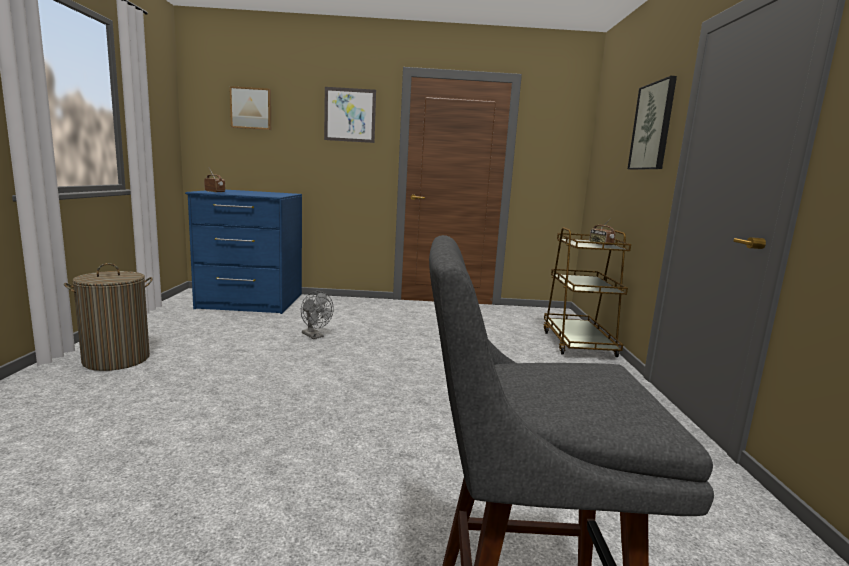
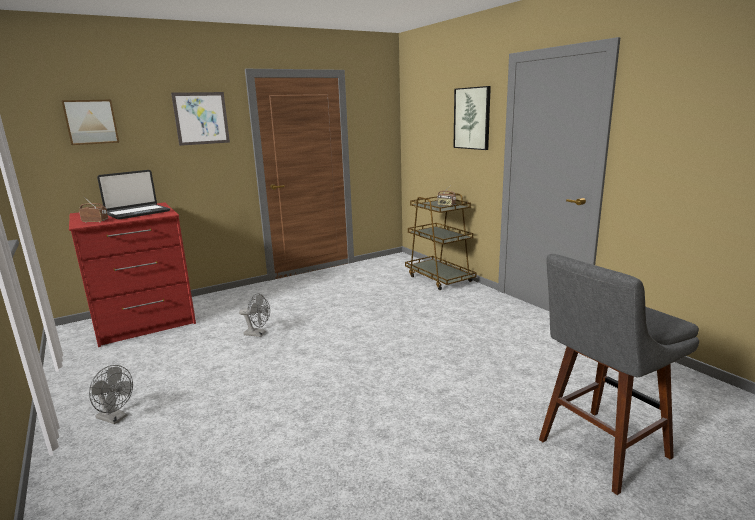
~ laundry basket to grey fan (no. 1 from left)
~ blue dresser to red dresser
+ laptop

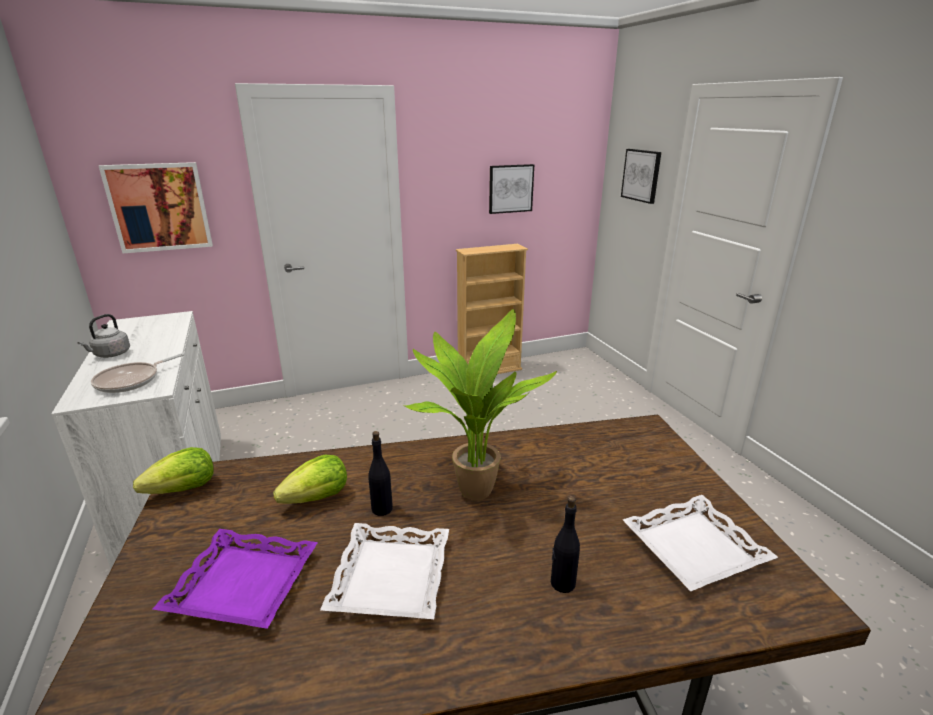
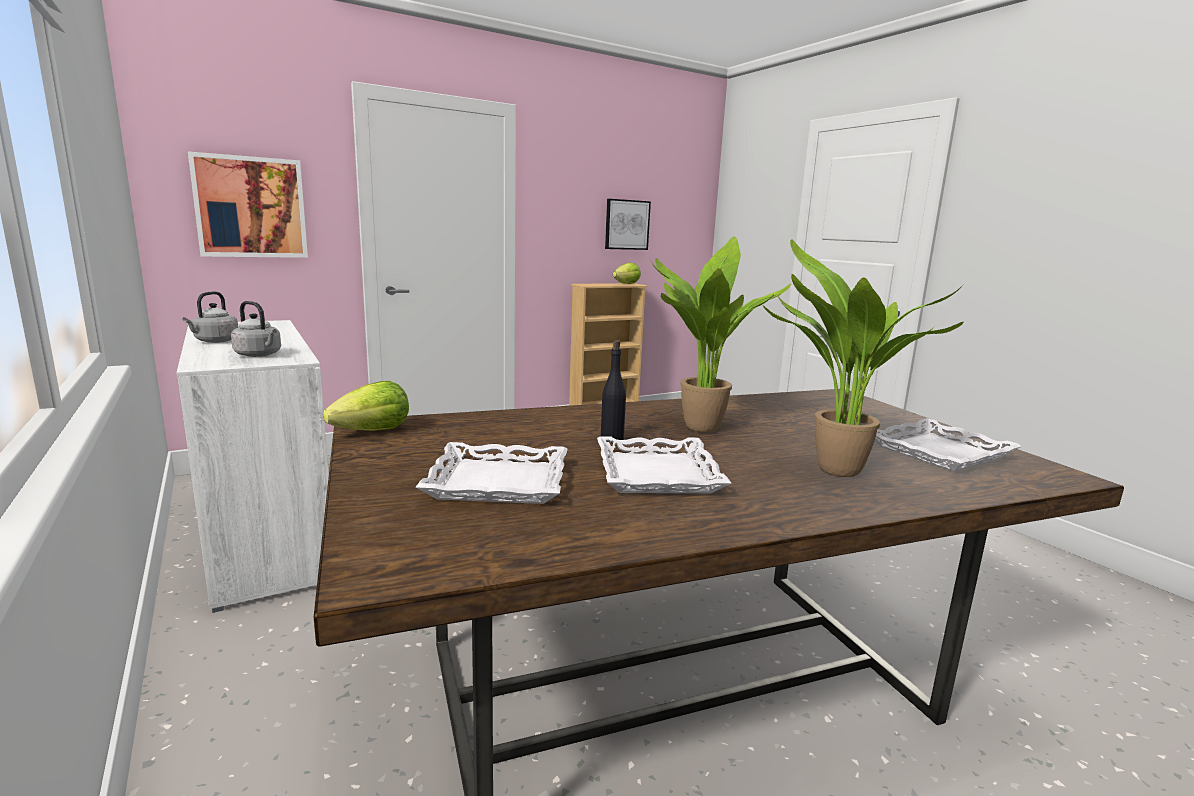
~ frying pan to grey kettle (no. 2 from left)
~ purple tray to white tray (no. 1 from left)
~ lettuce (no. 2 from left)
~ black bottle (no. 2 from left) to potted plant (no. 2 from left)
- picture (no. 3 from left)

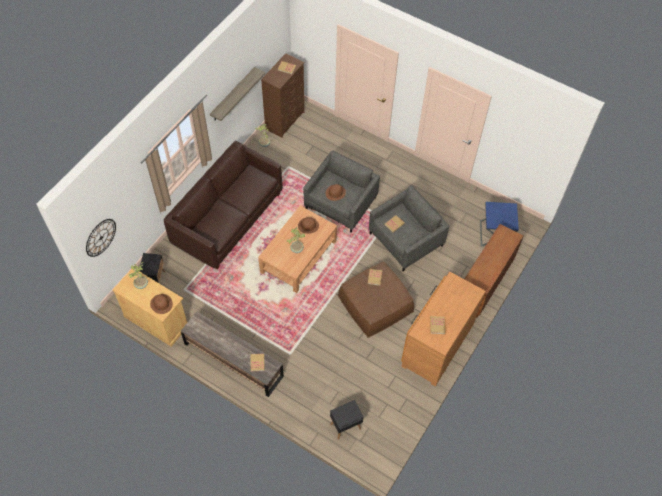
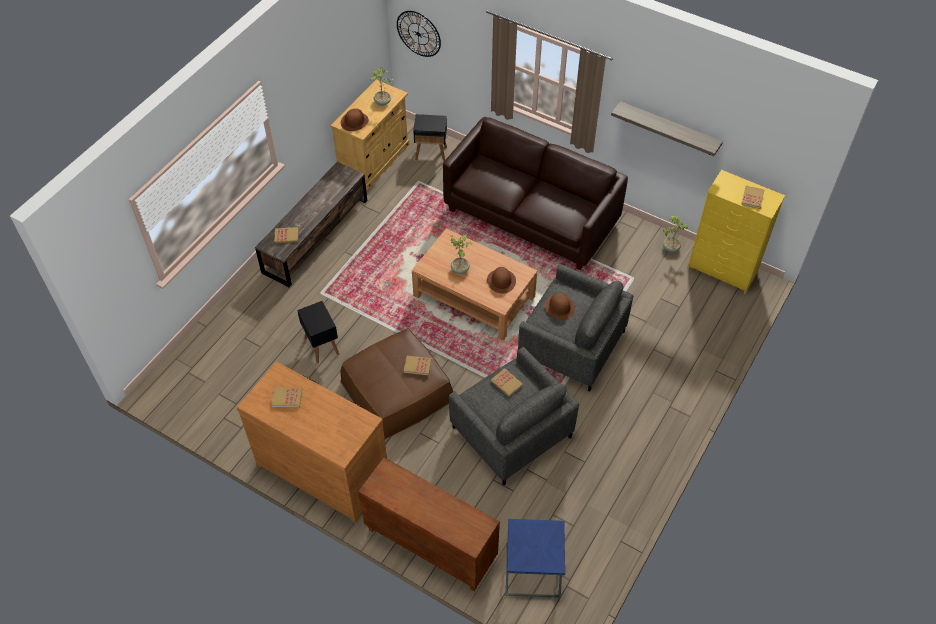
~ brown dresser (no. 1 from left) to yellow dresser
~ black side table (no. 2 from left in the first image) to black side table (no. 1 from left)

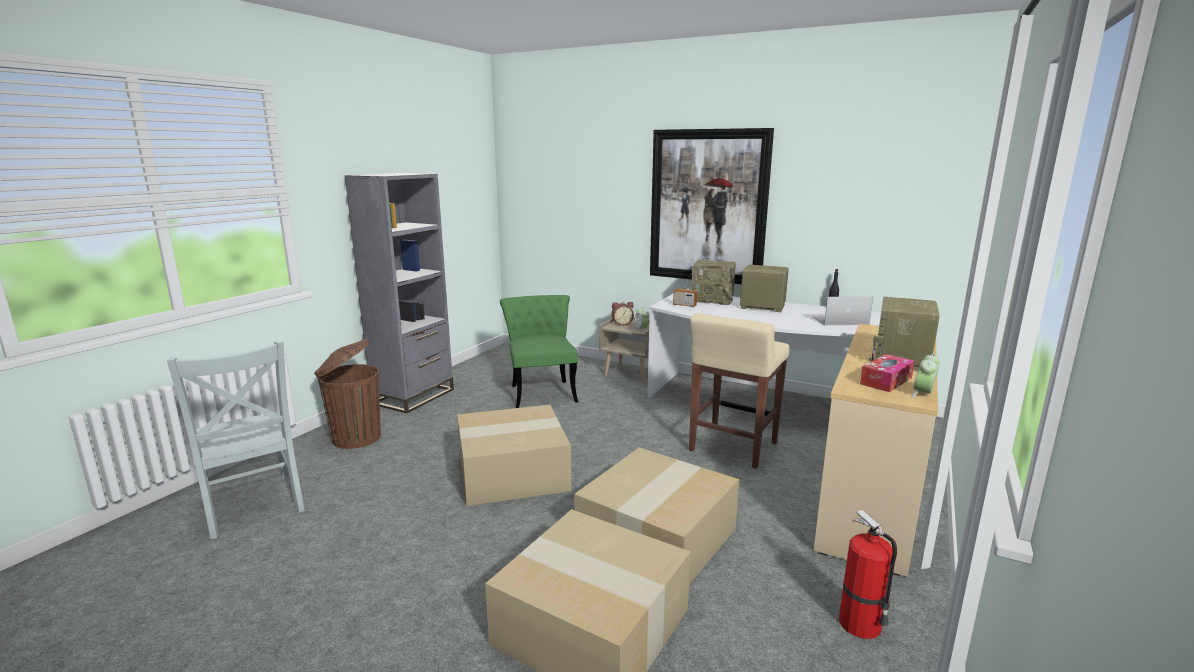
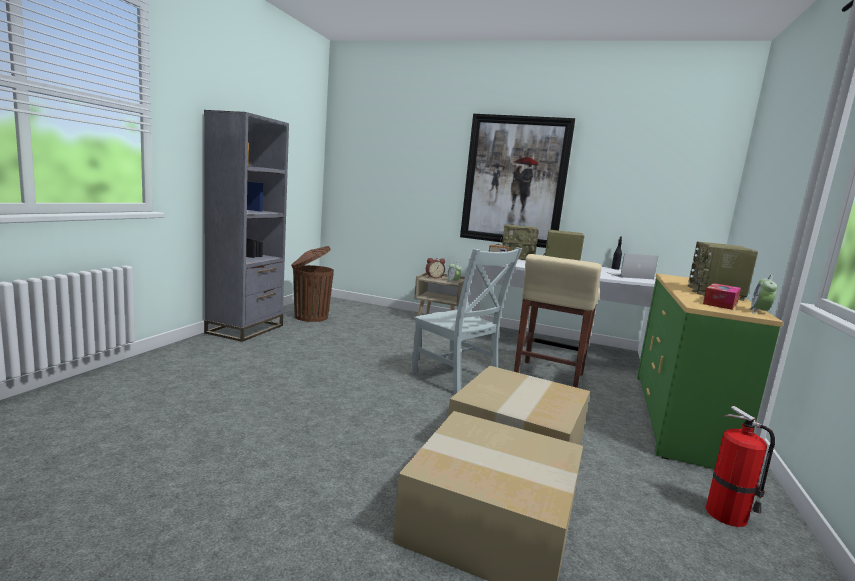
~ grey chair
~ brown trash can
- cardboard box (no. 1 from left)
- green chair
~ beige dresser to green dresser

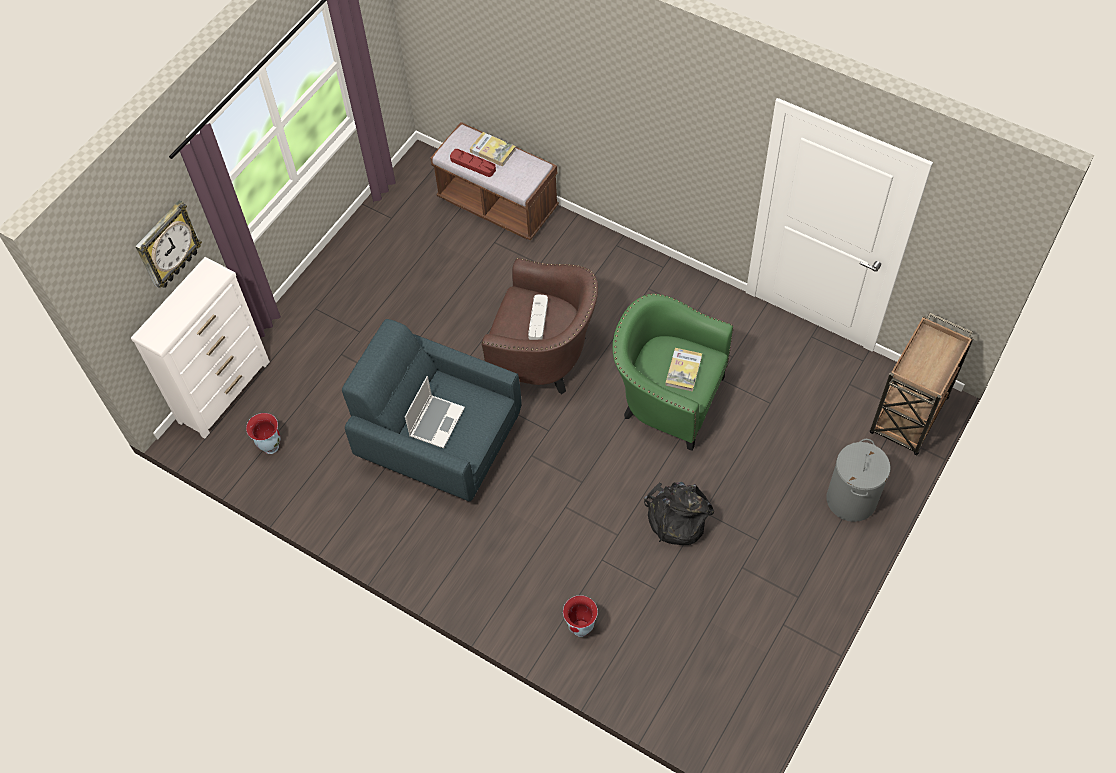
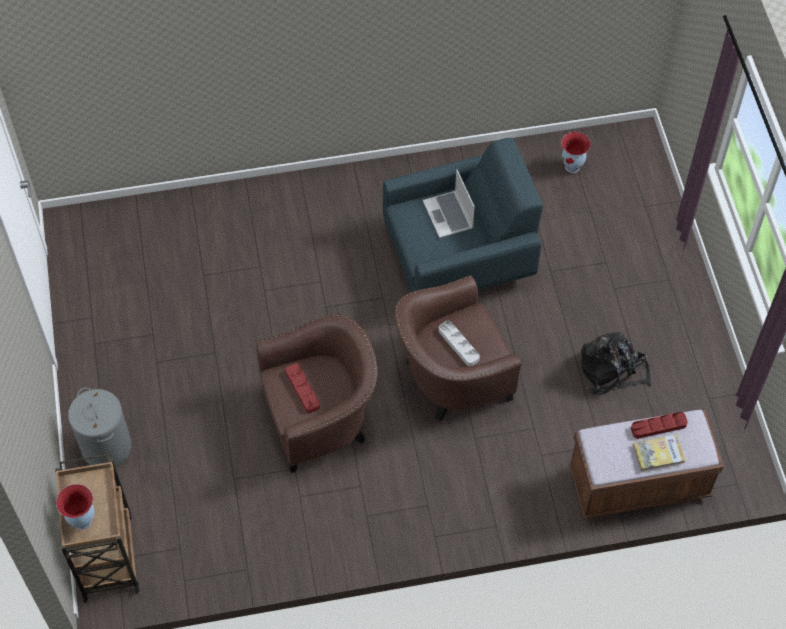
- white dresser
- wall clock
~ vase (no. 2 from left in the first image) to vase (no. 1 from left)
~ green armchair to brown armchair (no. 1 from left)
~ black backpack
~ book (no. 2 from left) to red tray (no. 1 from left)

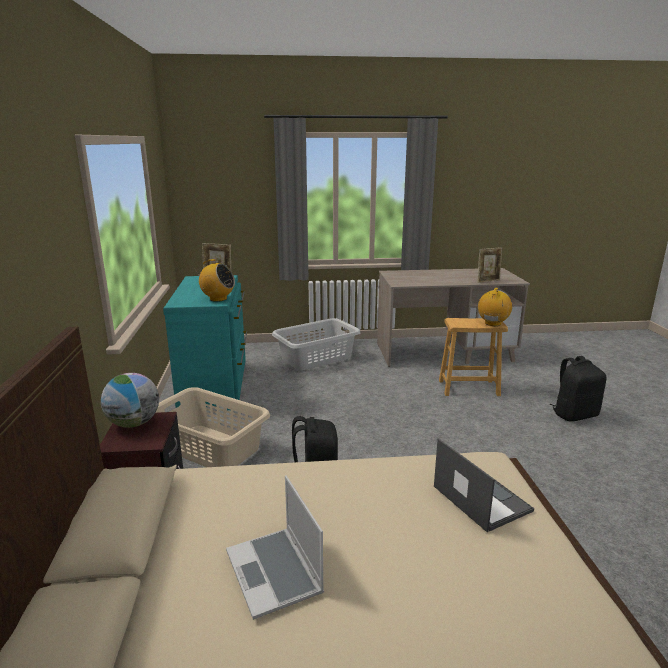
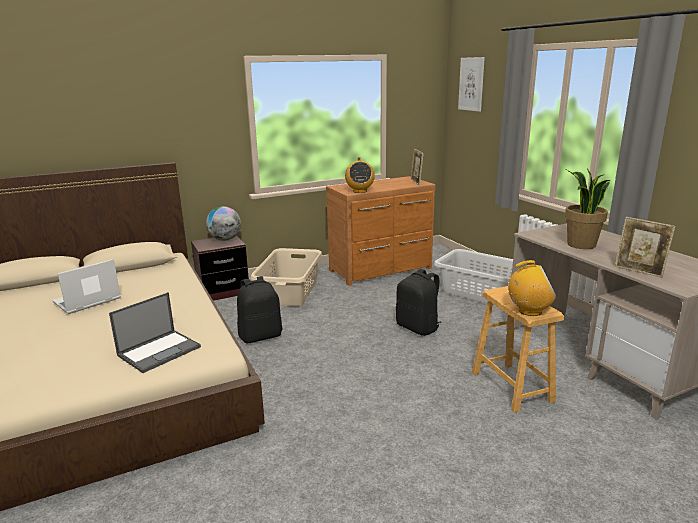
~ turquoise dresser to brown dresser
~ black backpack (no. 2 from left)
+ picture
+ potted plant

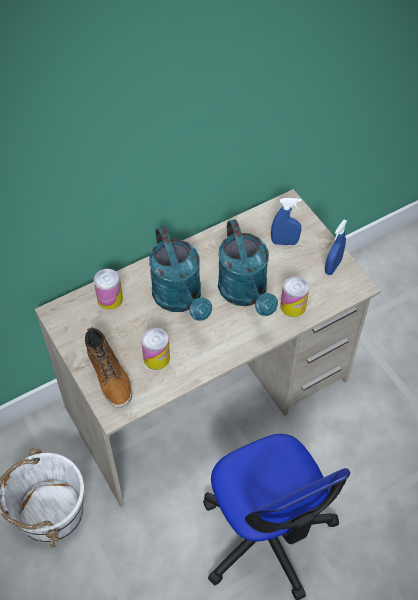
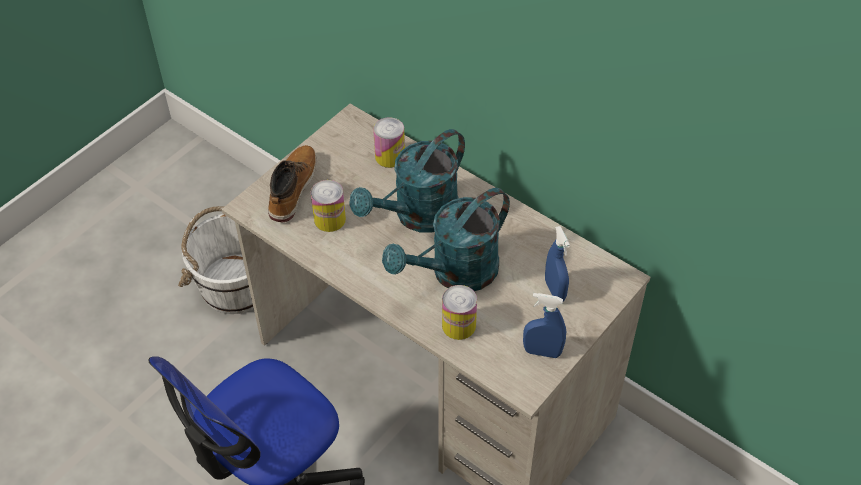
~ boot 150 degrees clockwise

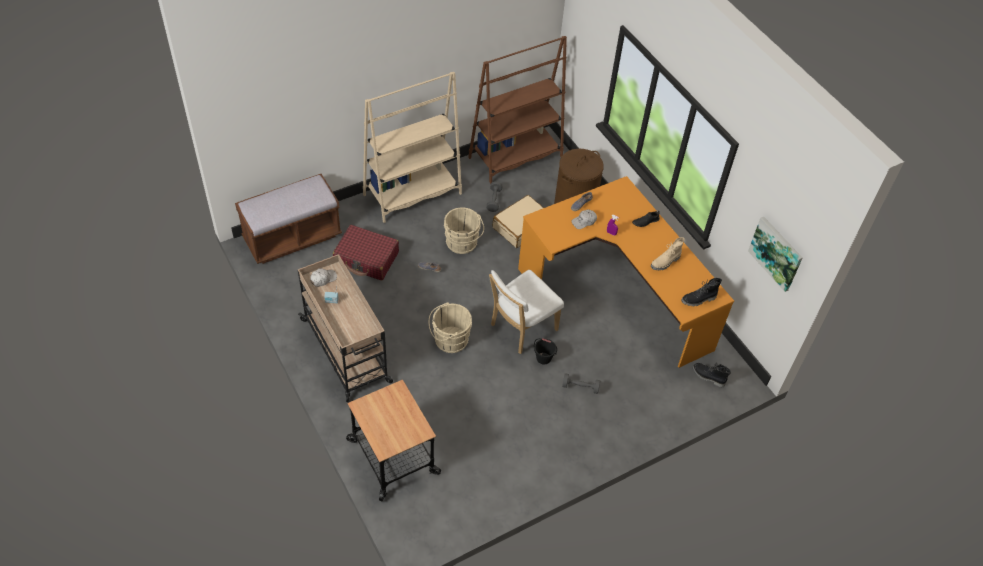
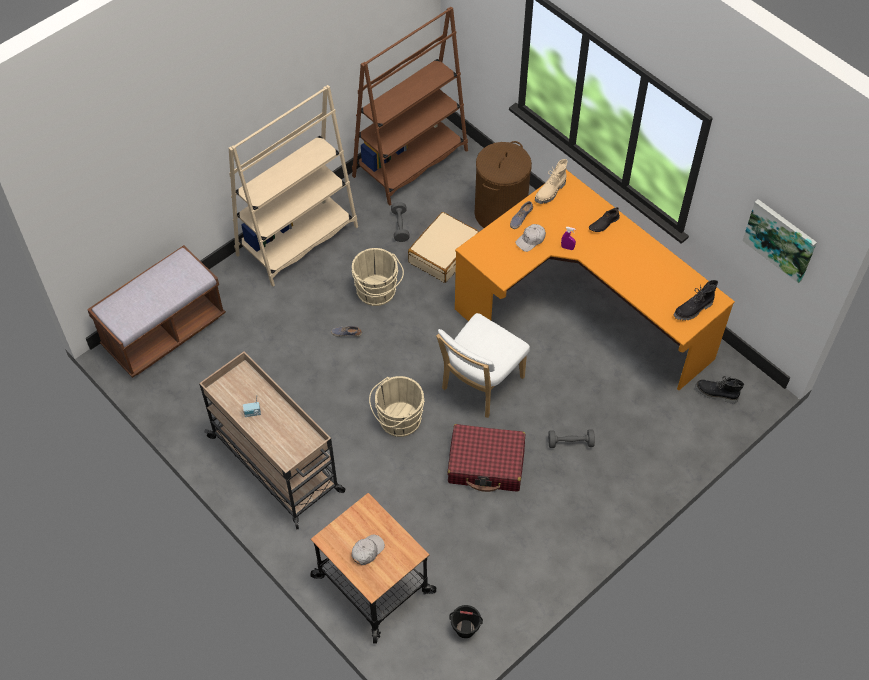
~ white cap (no. 1 from left)
~ red suitcase
~ black bucket
~ beige boot

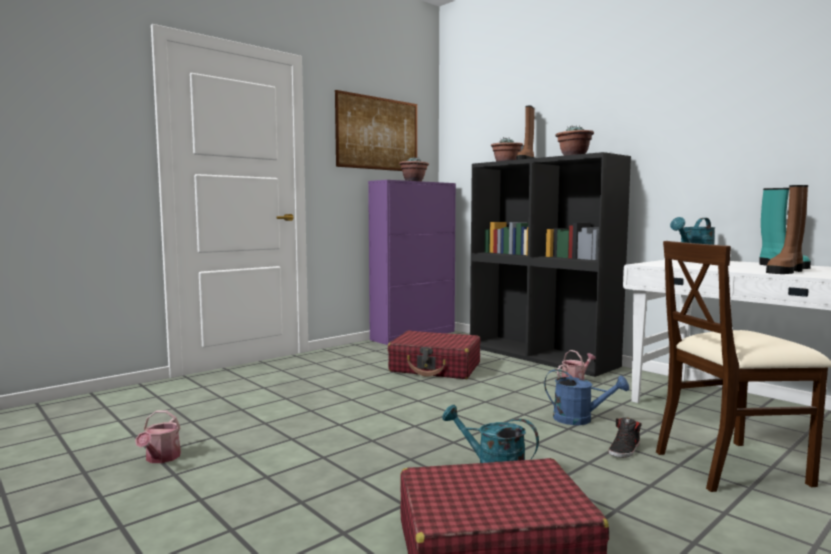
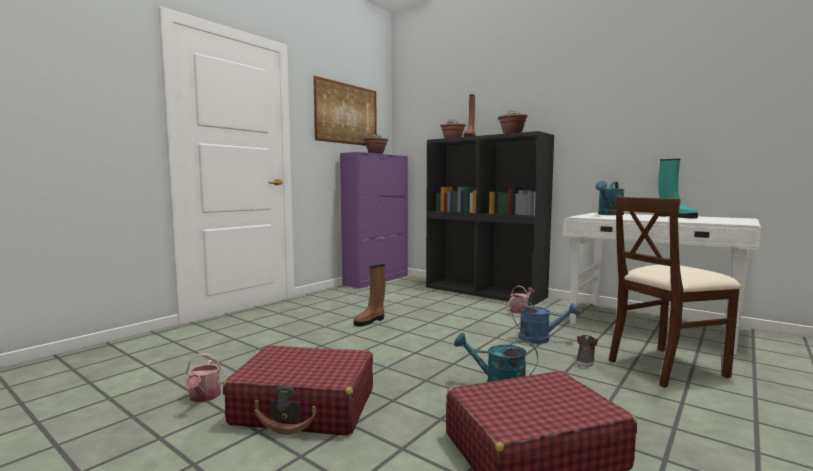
~ red suitcase (no. 1 from left)
~ brown boot (no. 2 from left in the first image) to brown boot (no. 1 from left)

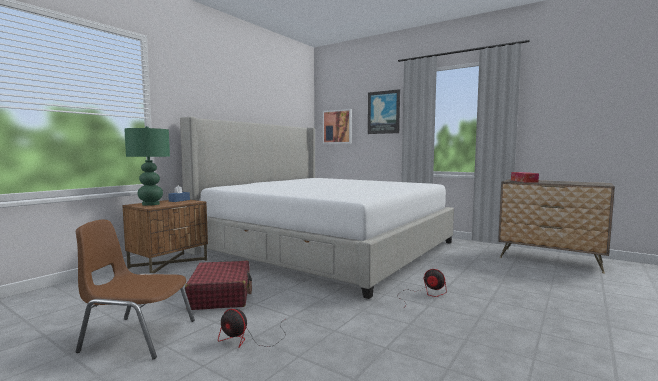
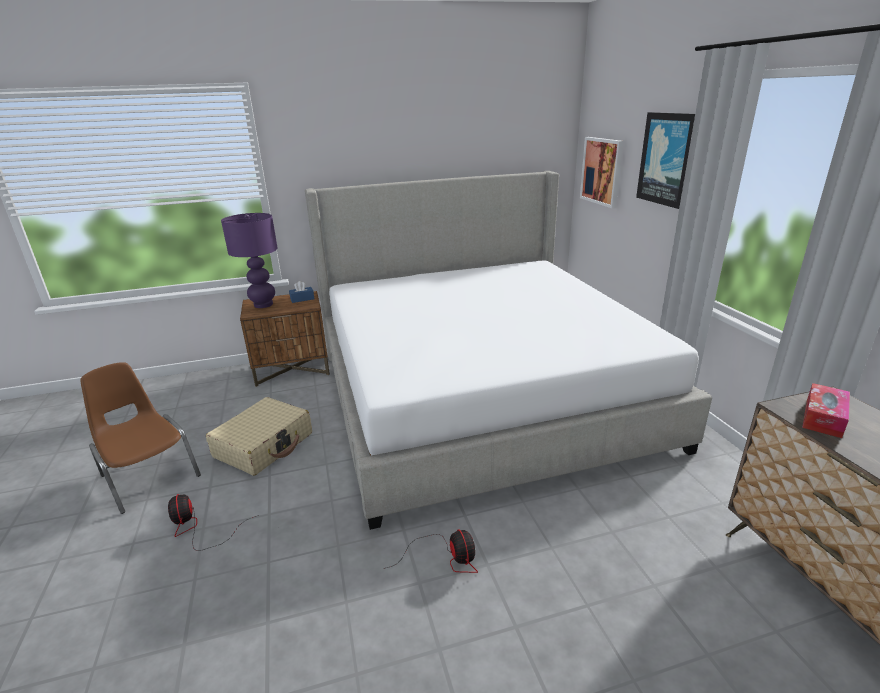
~ green table lamp to purple table lamp
~ red suitcase to beige suitcase

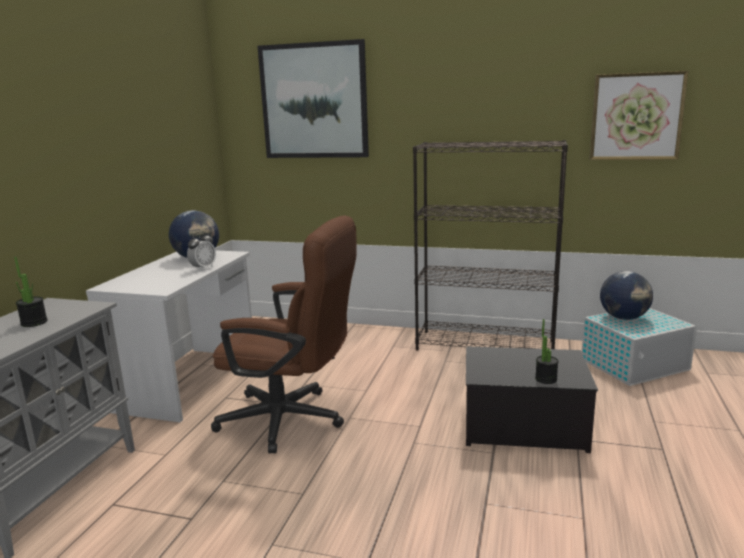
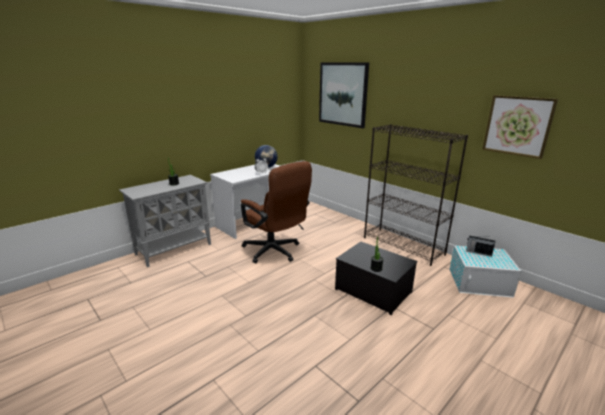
~ globe (no. 2 from left) to radio

